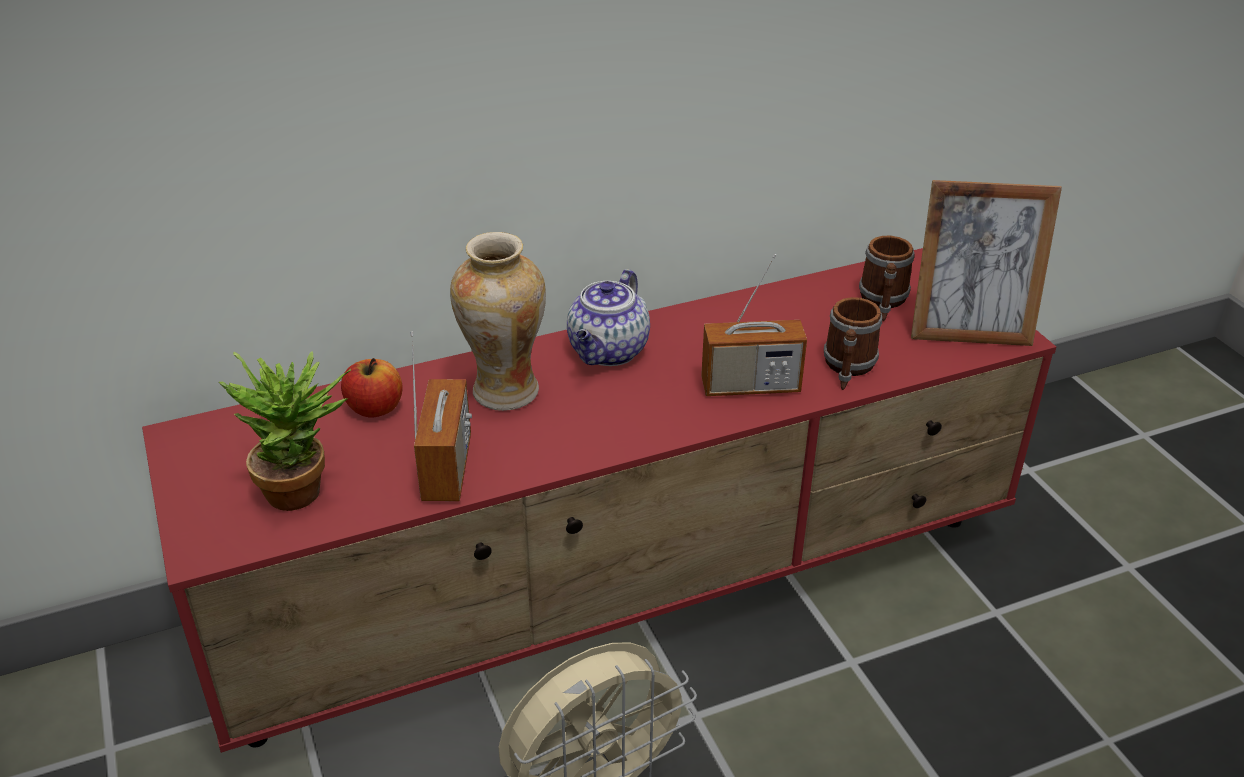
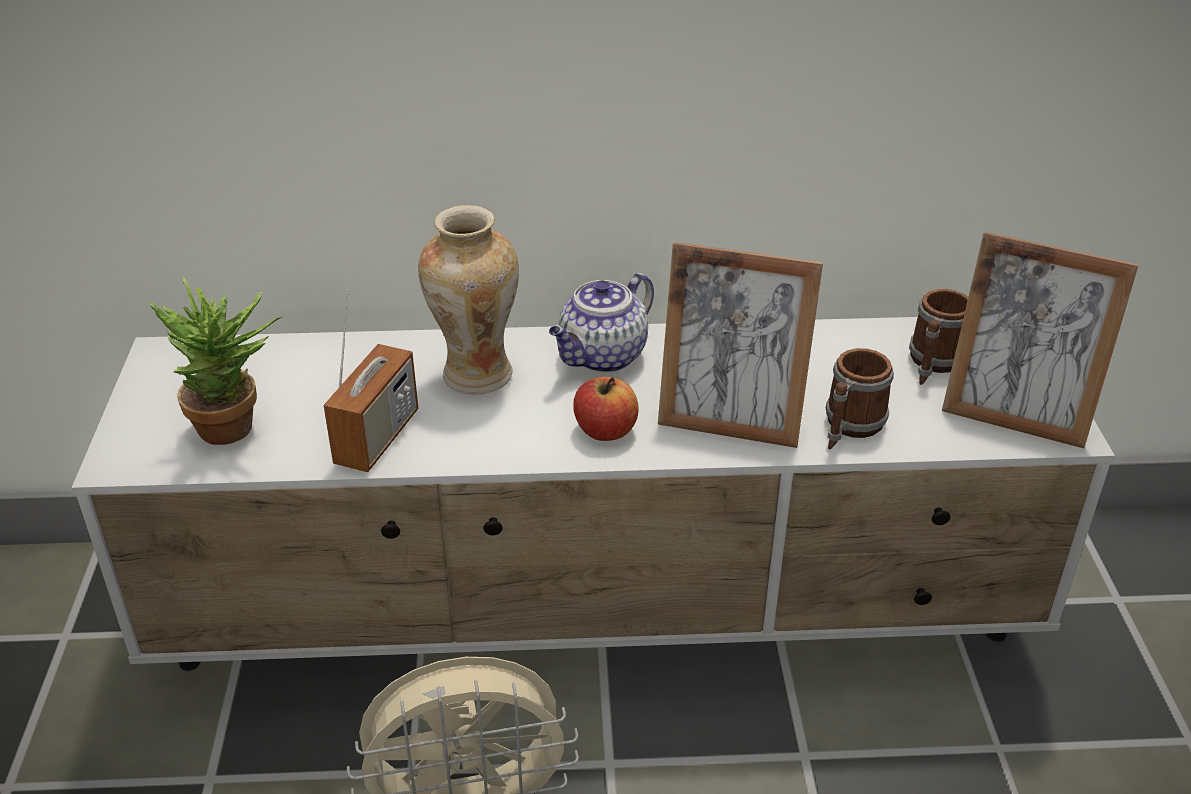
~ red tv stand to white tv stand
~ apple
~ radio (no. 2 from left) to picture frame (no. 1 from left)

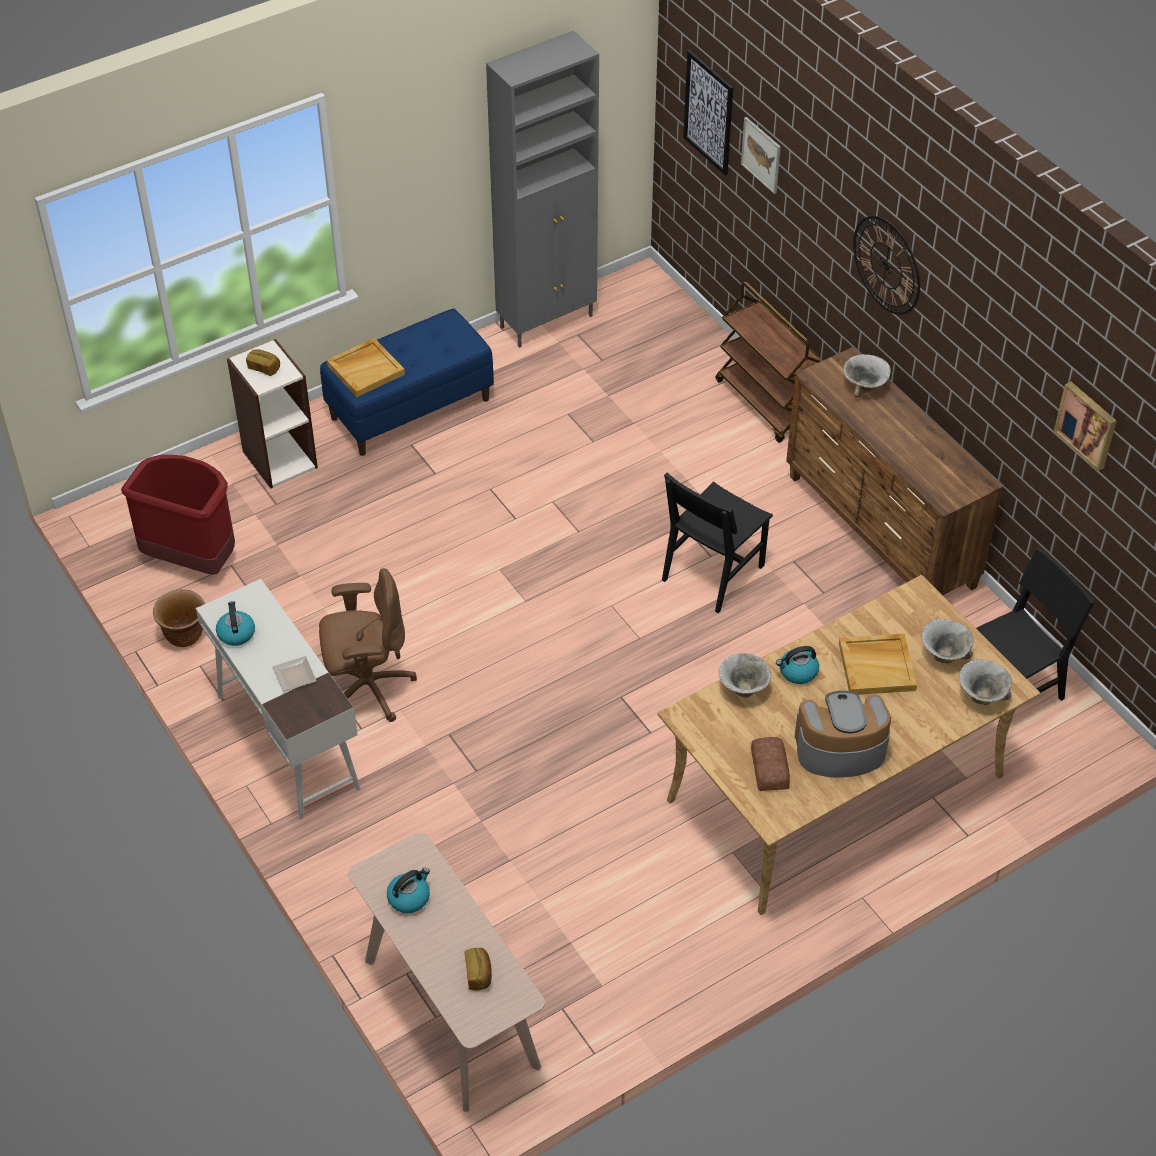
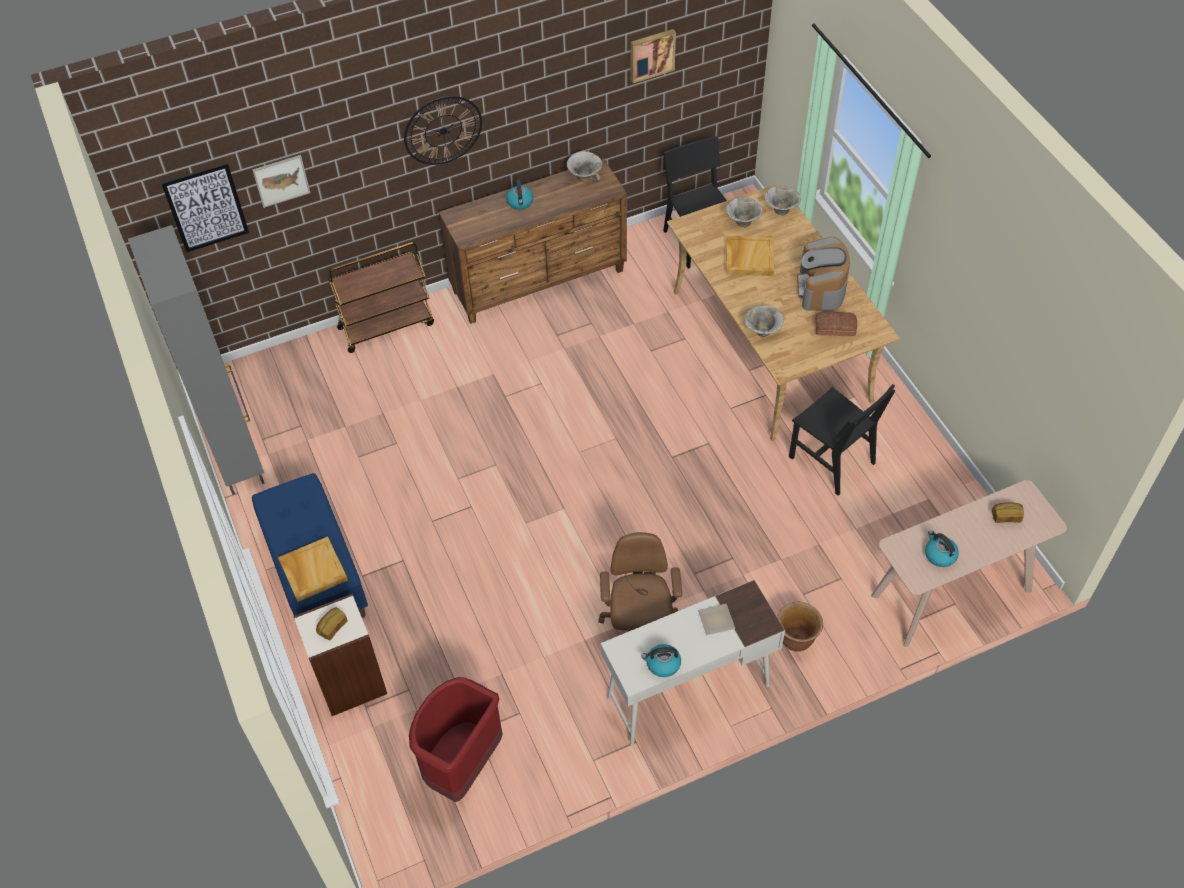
~ brown planter
~ black chair (no. 1 from left in the first image) to black chair (no. 2 from left)
~ kettle (no. 3 from left in the first image) to kettle (no. 1 from left)
~ bowl (no. 2 from left in the first image) to bowl (no. 1 from left)

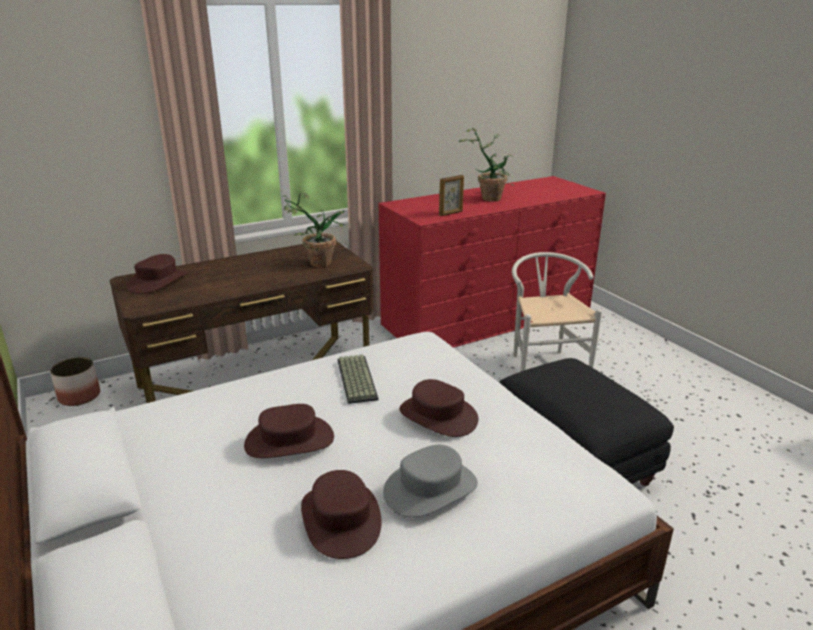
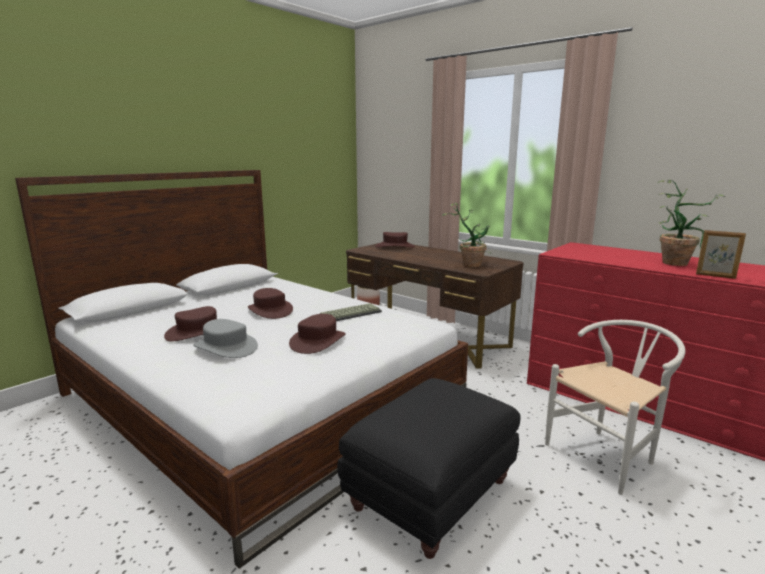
~ picture frame

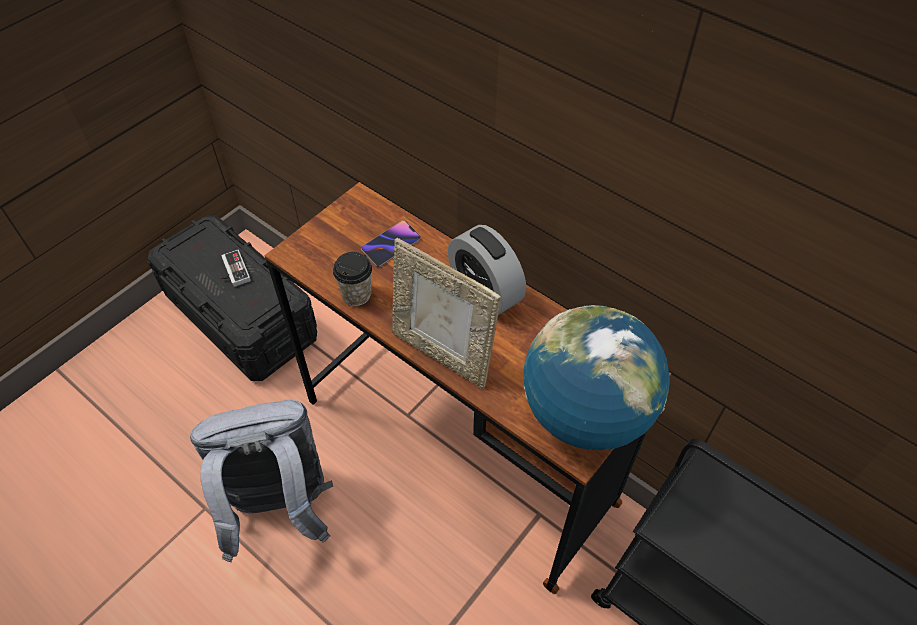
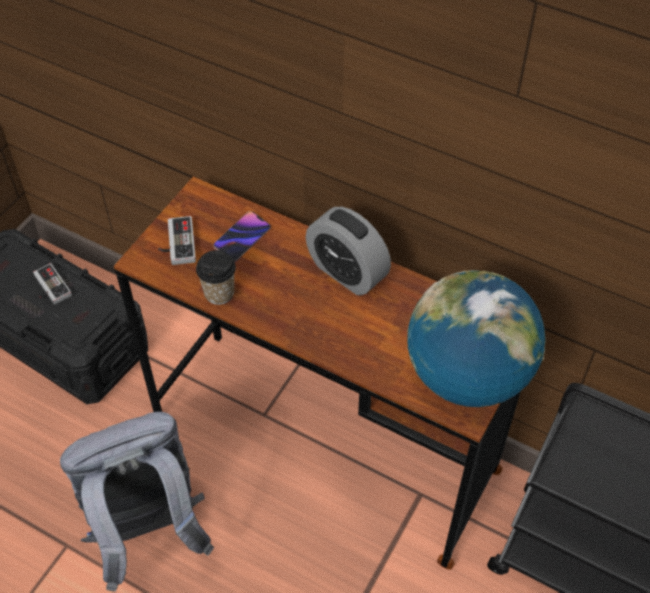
- picture frame
+ game controller (no. 2 from left)

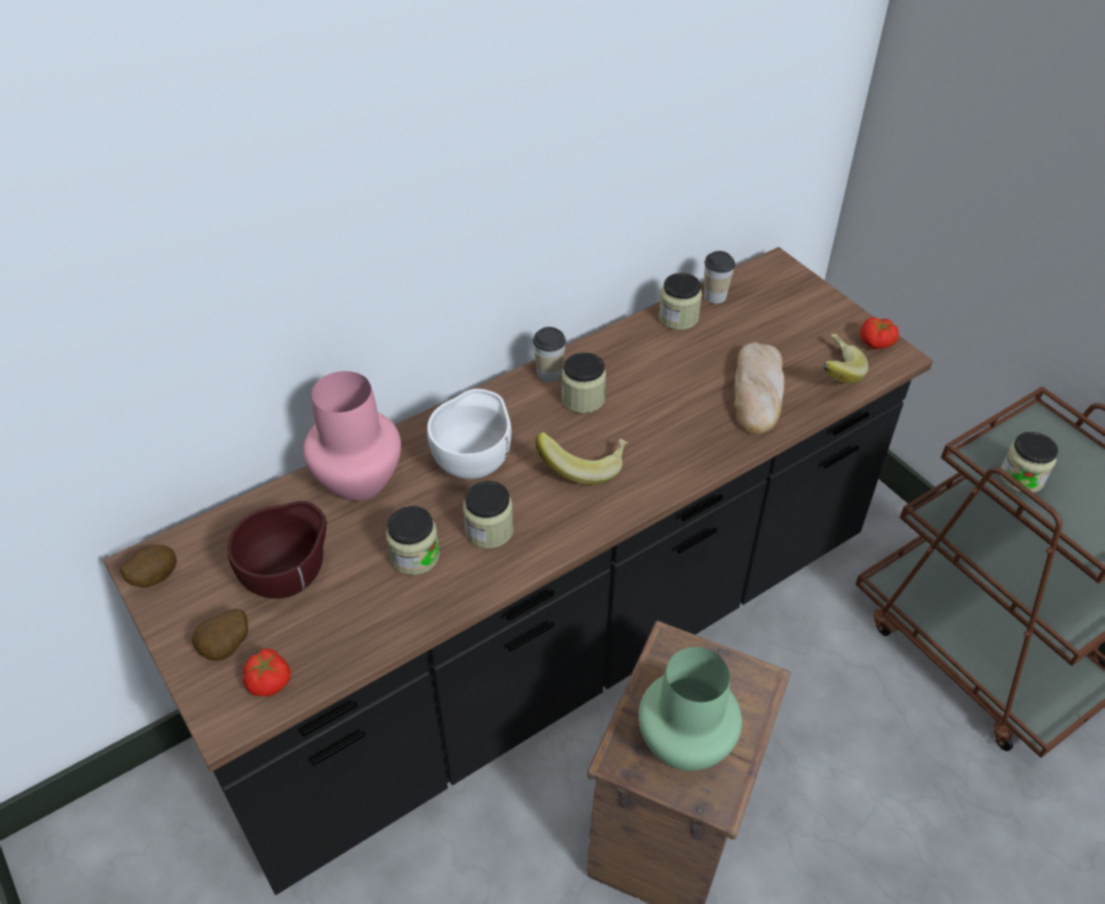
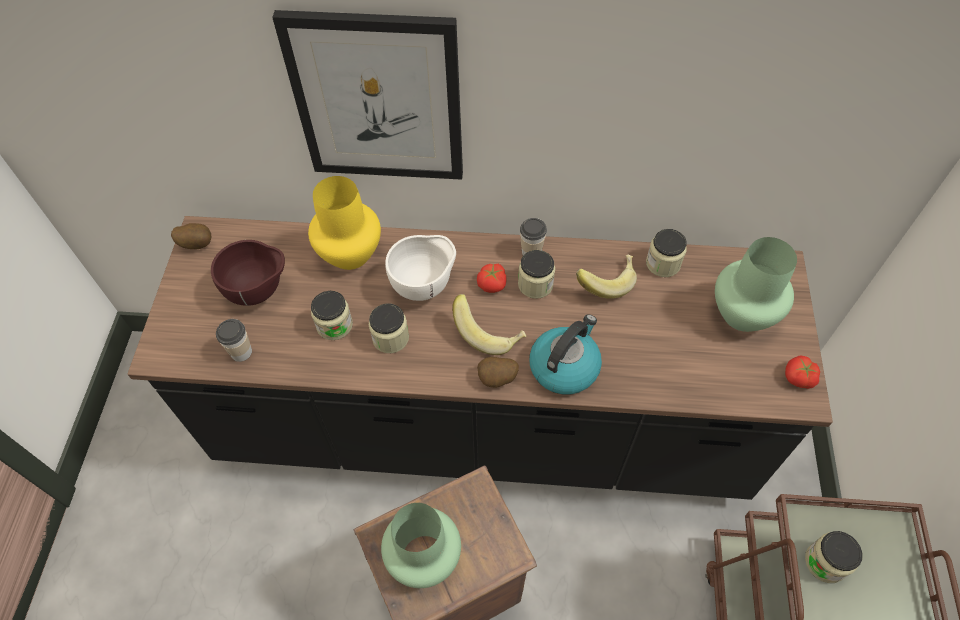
~ potato (no. 2 from left)
~ tomato (no. 1 from left)
~ pink vase to yellow vase
~ cup (no. 2 from left in the first image) to cup (no. 1 from left)
- bread
~ banana (no. 2 from left)
+ picture
+ kettle
+ green vase (no. 2 from left)

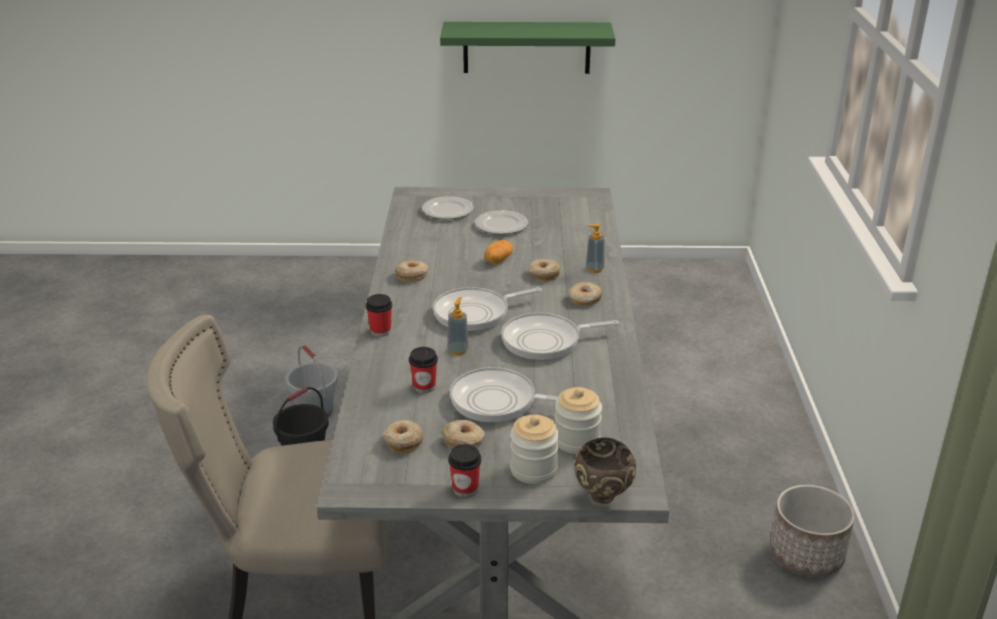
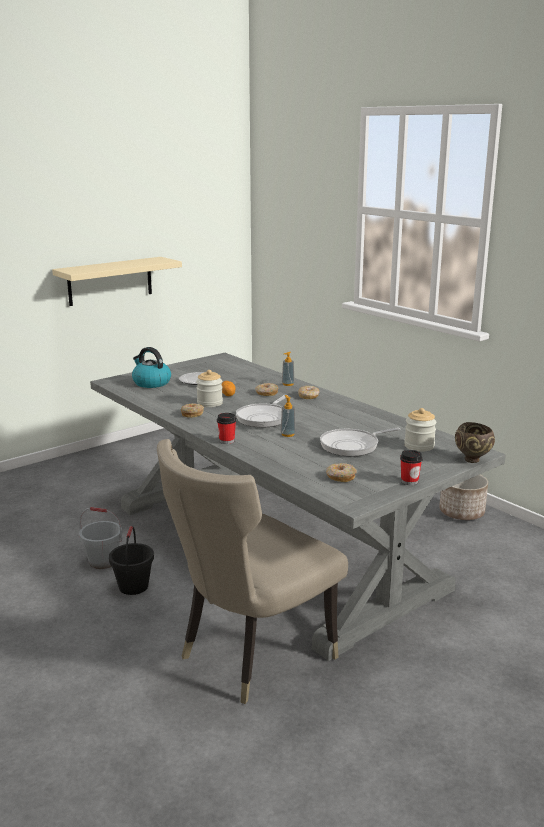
- cup (no. 2 from left)
~ plate (no. 1 from left) to kettle
~ green shelf to beige shelf
- donut (no. 3 from left)
- frying pan (no. 3 from left)
~ jar (no. 1 from left)

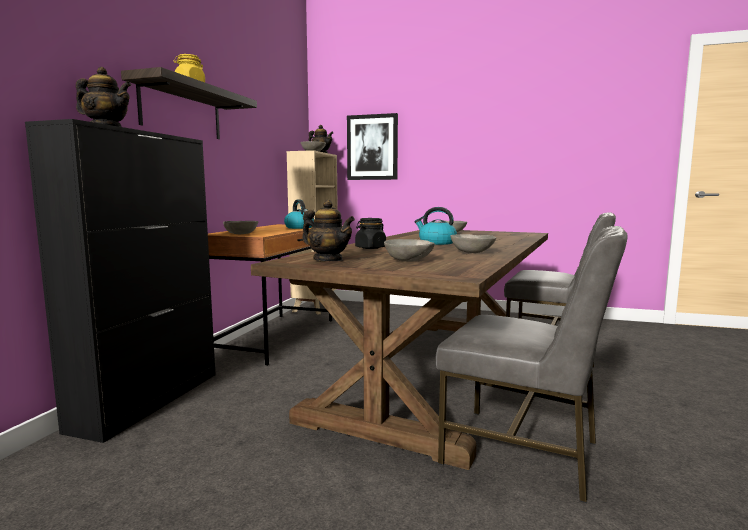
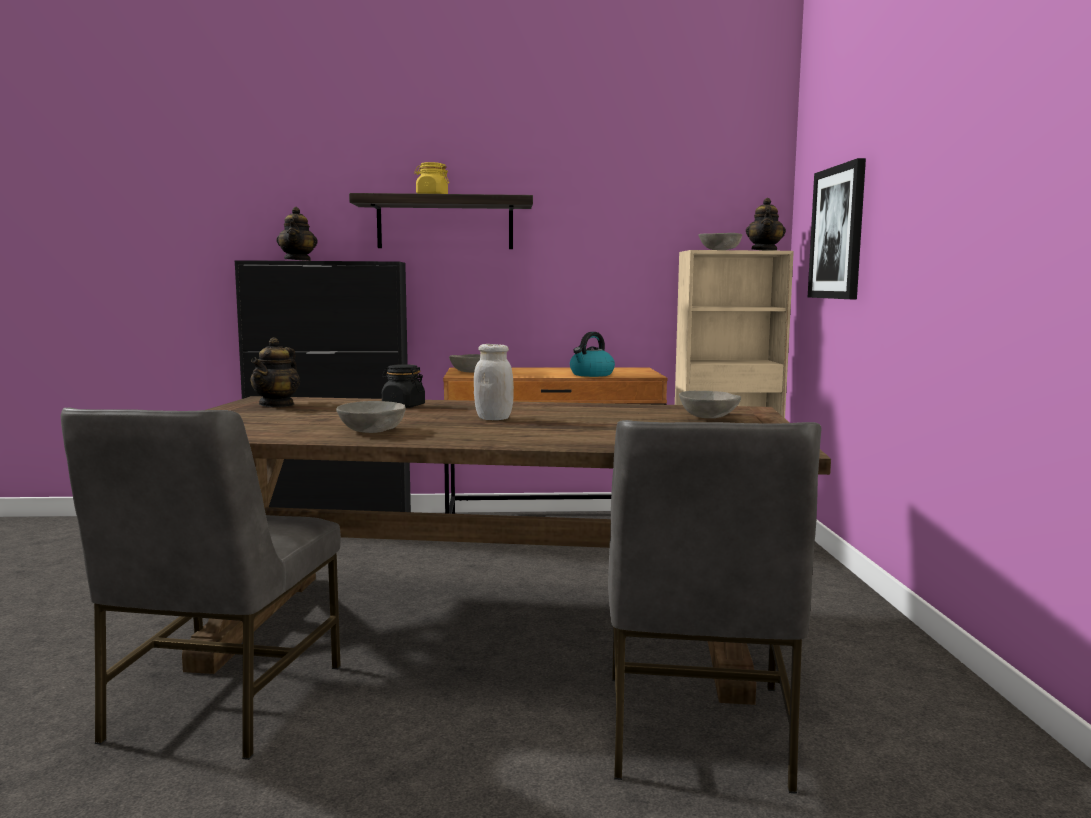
- grey bowl (no. 3 from left)
~ kettle (no. 2 from left) to white jar

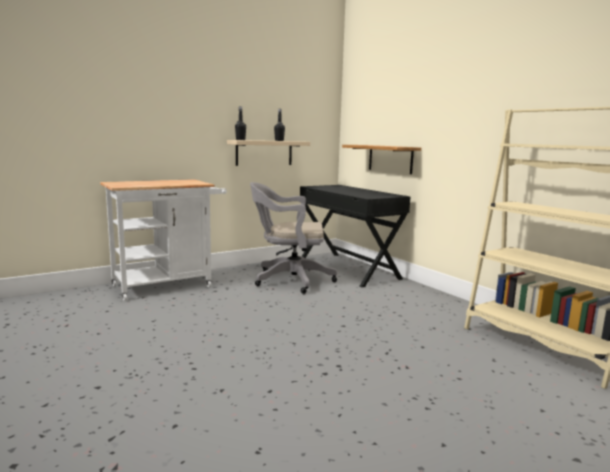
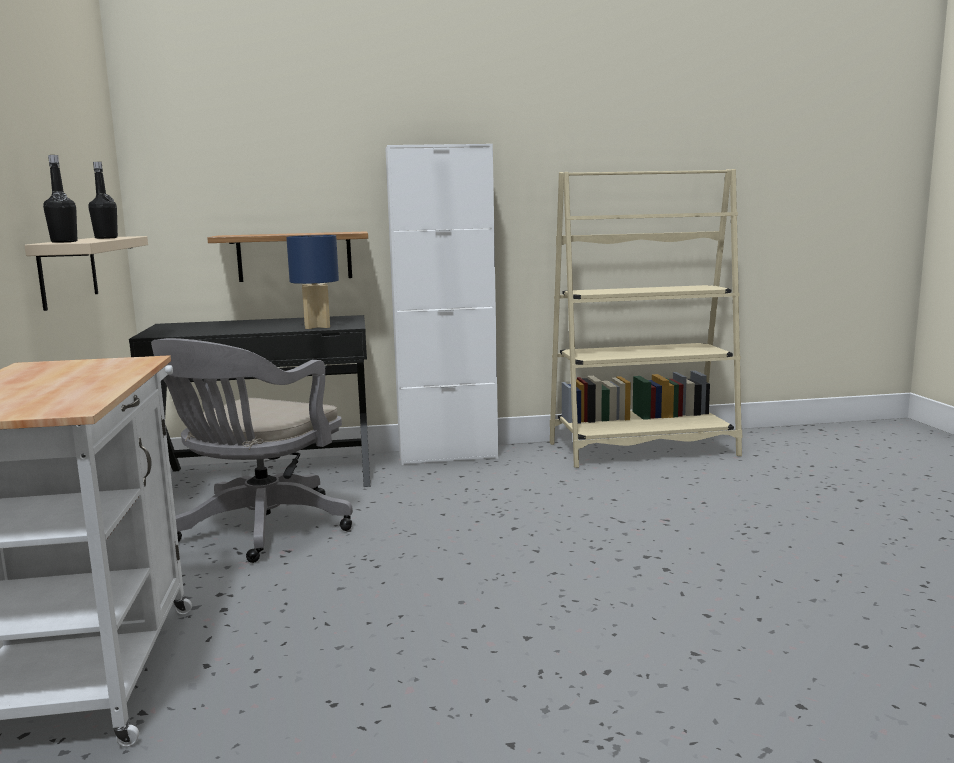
+ blue table lamp
+ white cabinet

